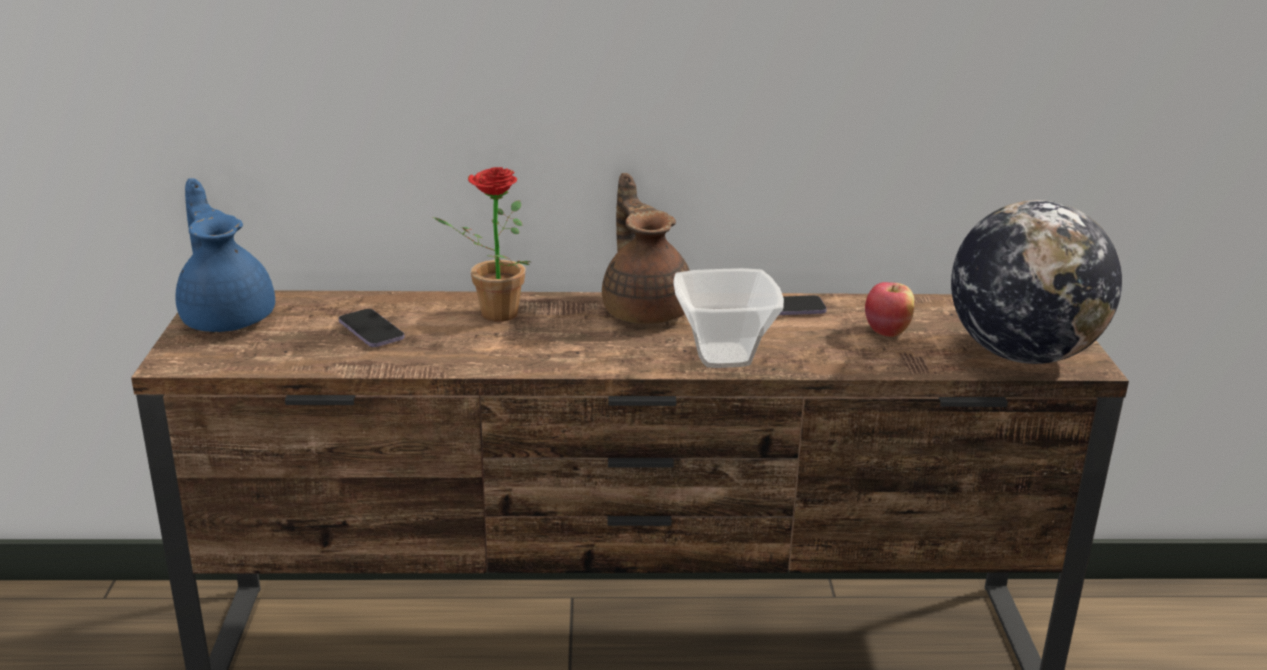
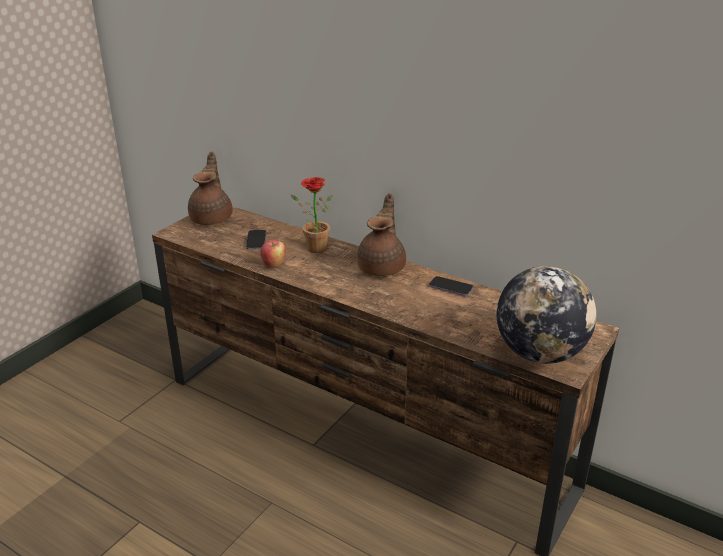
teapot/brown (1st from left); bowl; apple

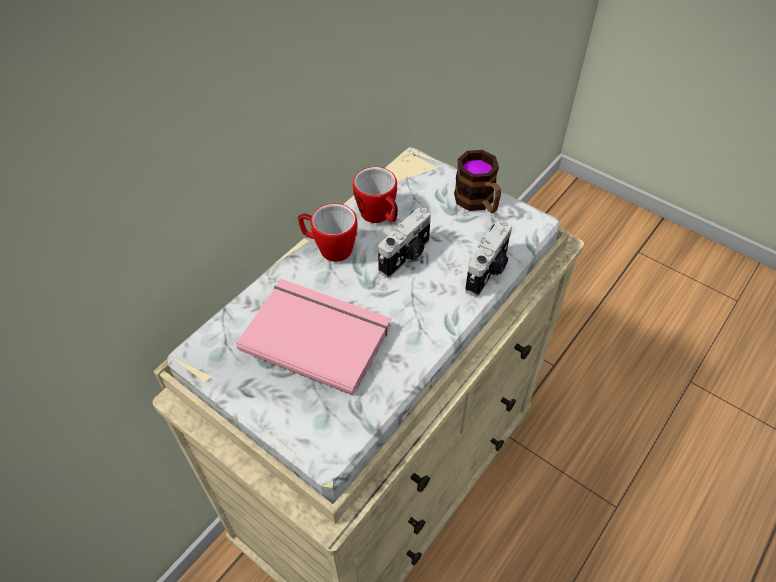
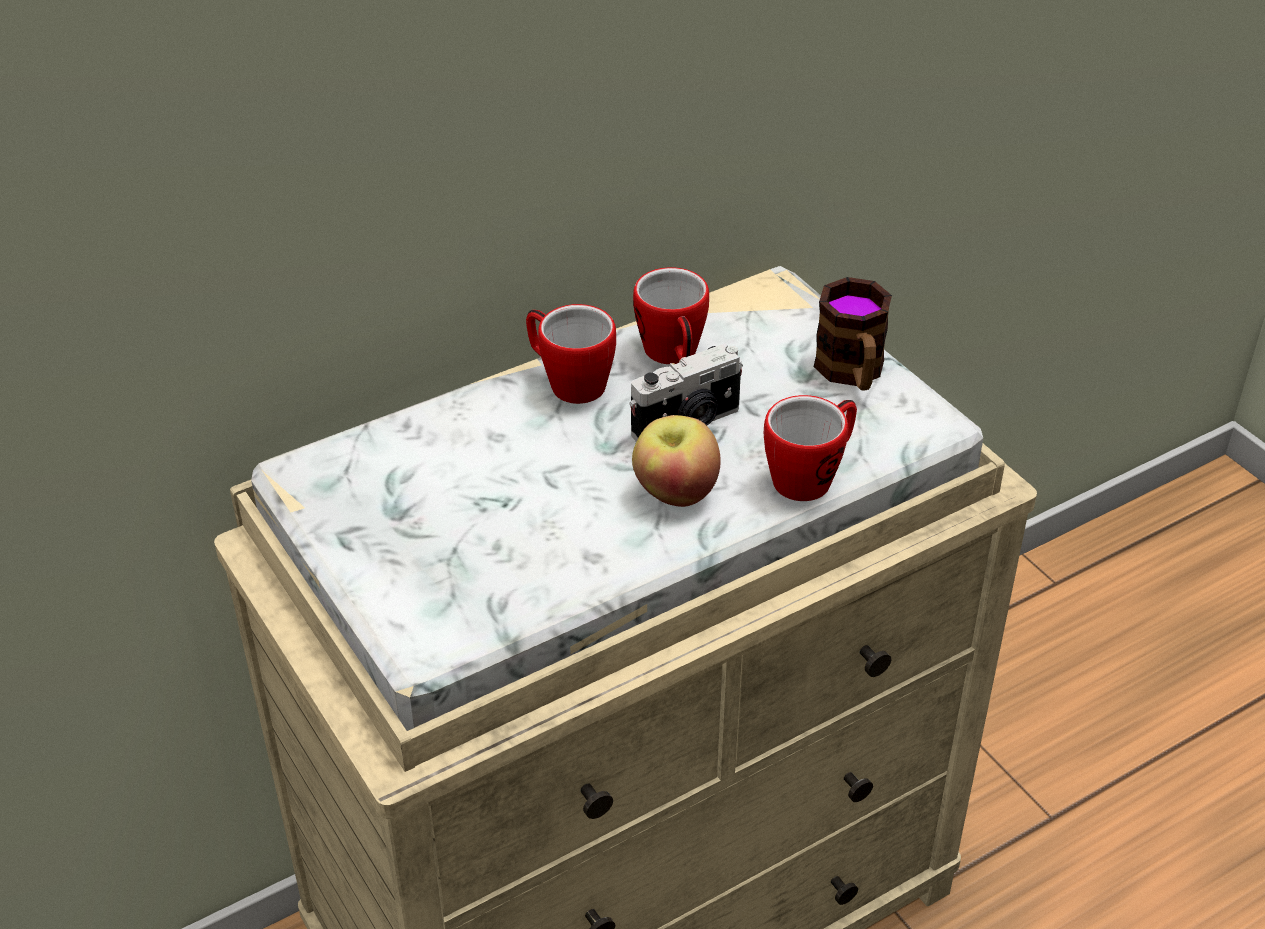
book/pink; mug (3rd from left); apple

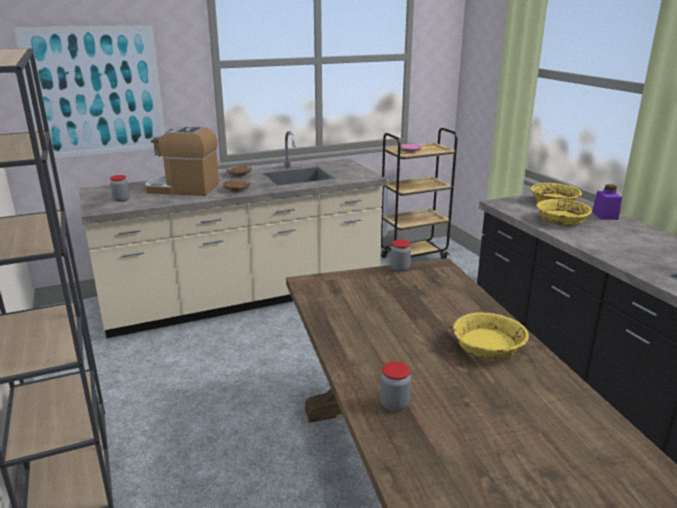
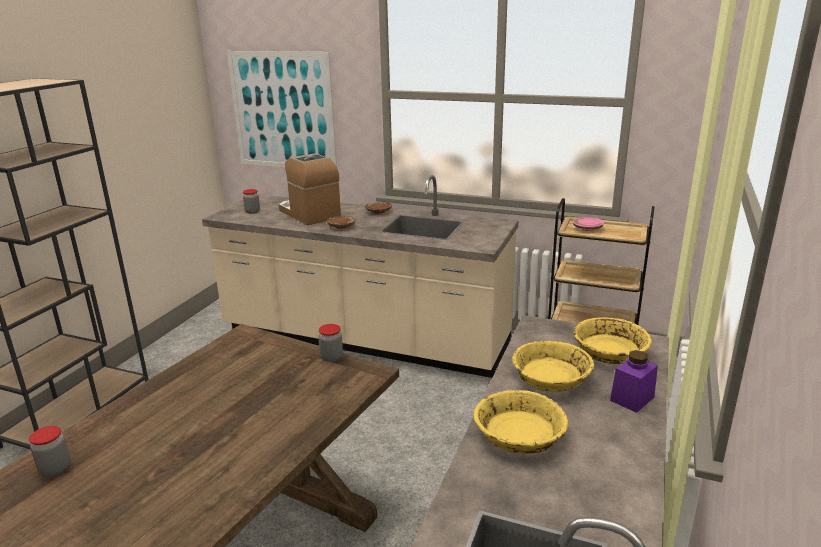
bowl/yellow (1st from left)

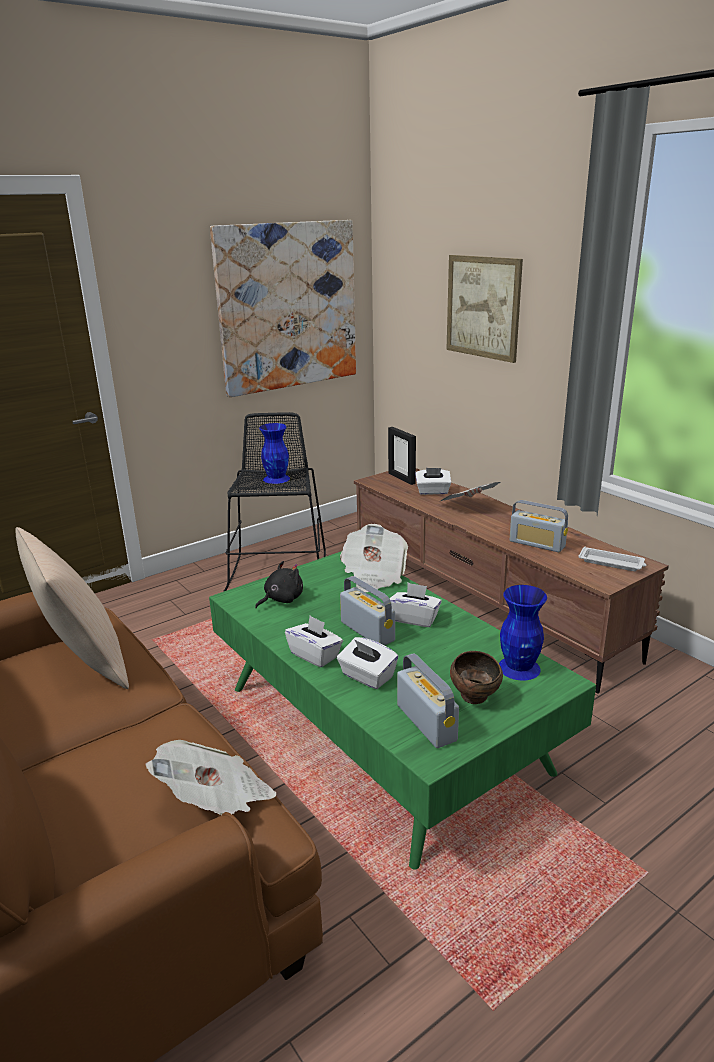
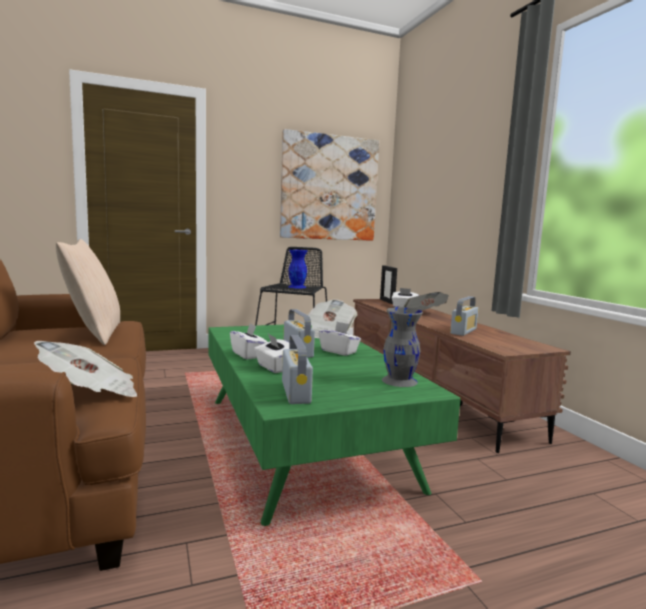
plush toy/black; picture (2nd from left in the first image); bowl/brown; vase/grey; radio (3rd from left); tray/white

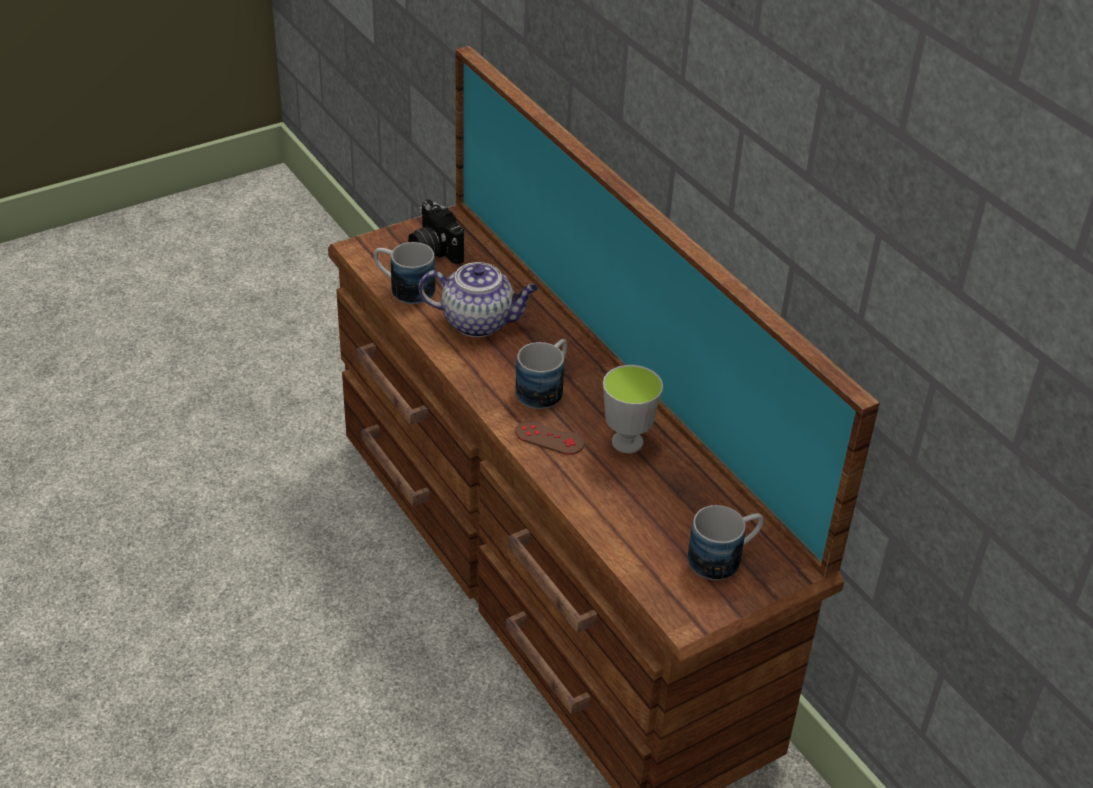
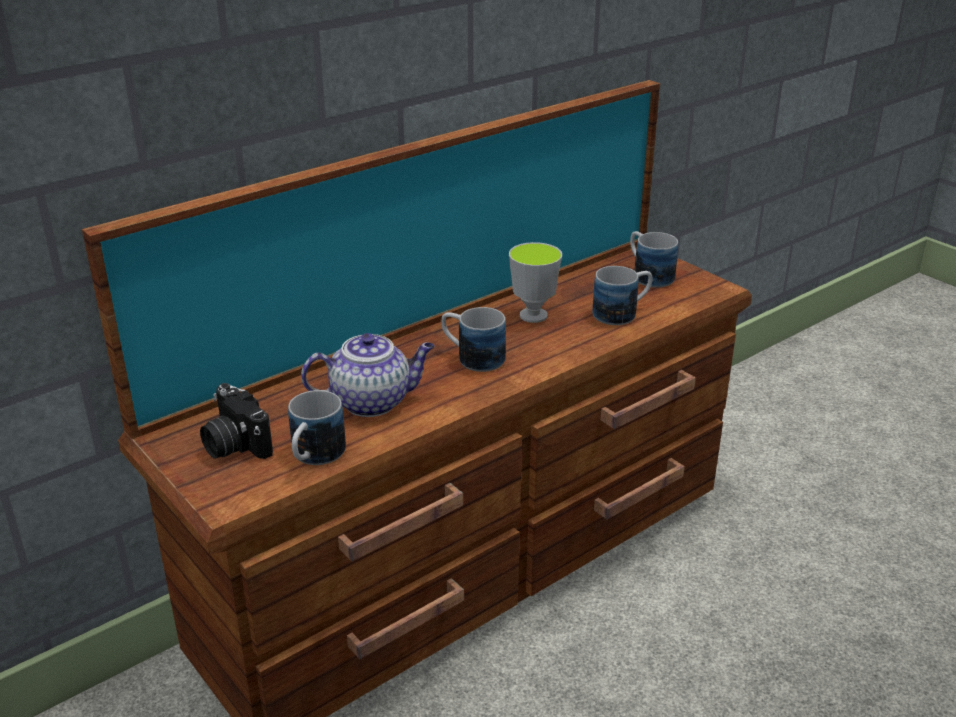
photo camera; teapot; game controller/brown; mug (3rd from left)

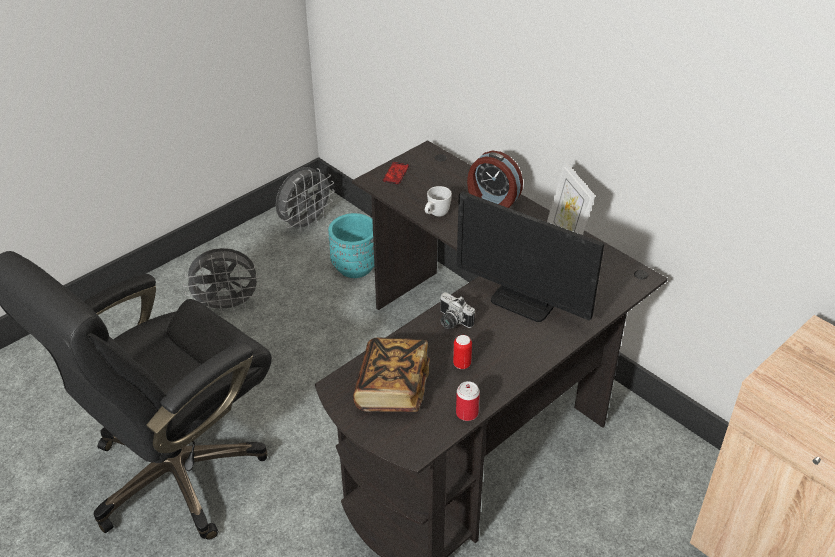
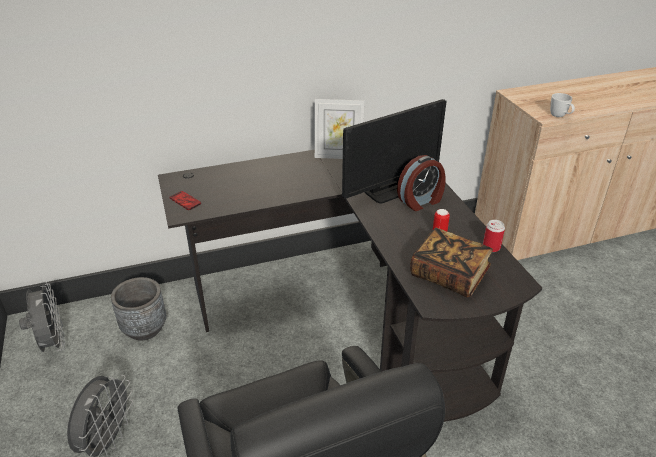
planter/grey; mug/white; photo camera; alarm clock

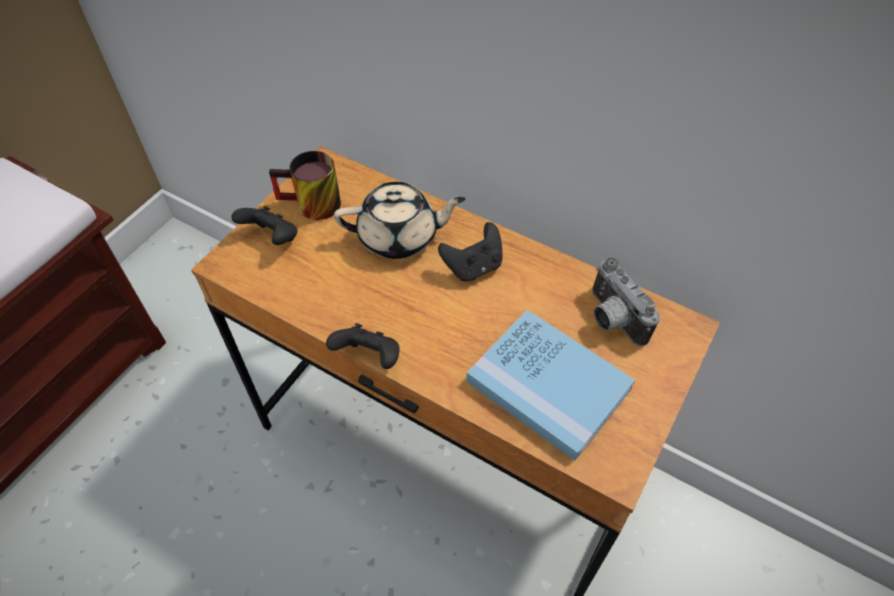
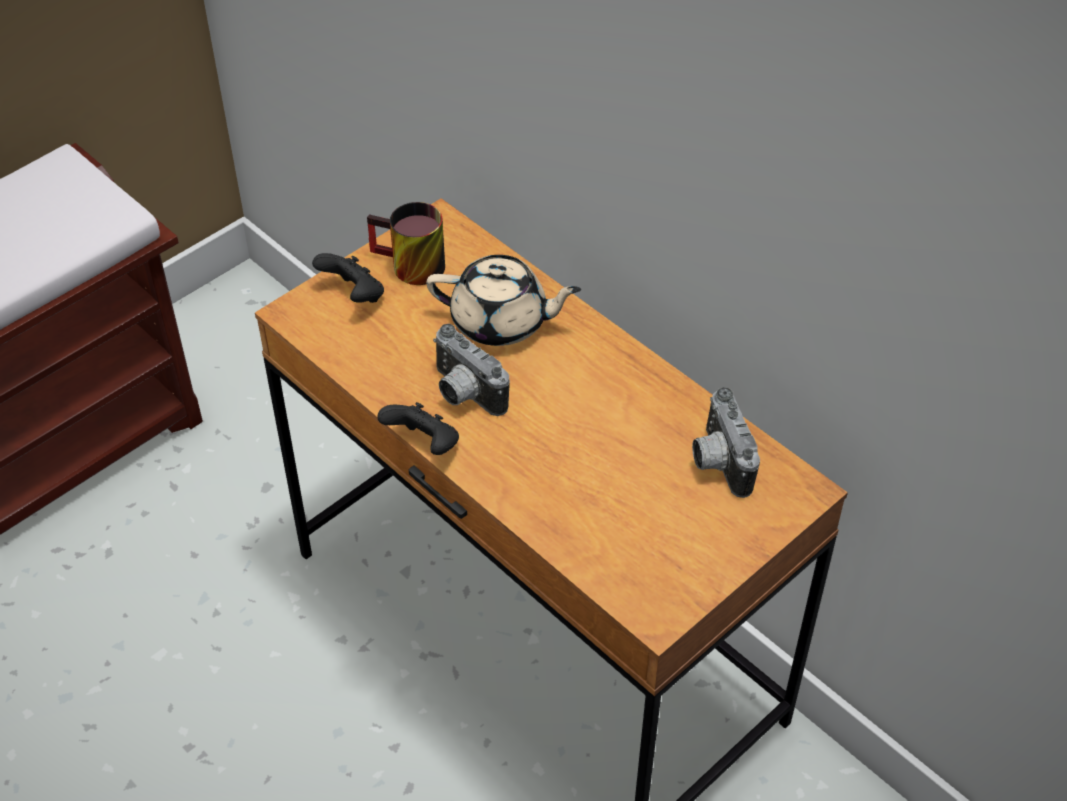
game controller/black (3rd from left in the first image); book/blue; photo camera (1st from left)

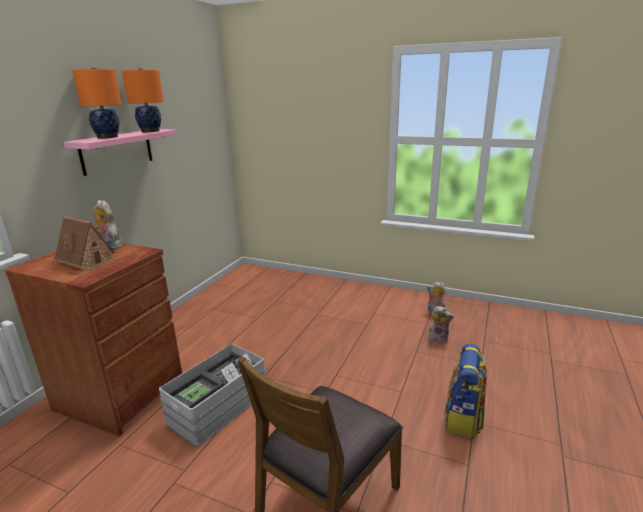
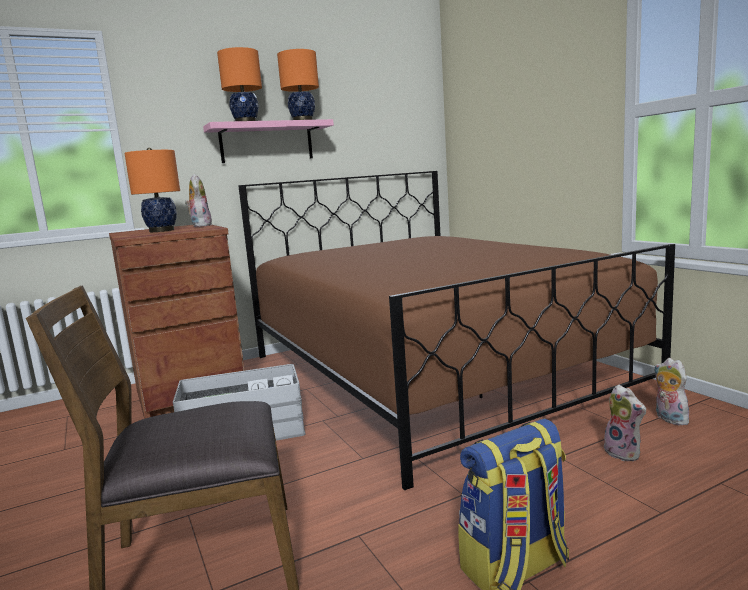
table lamp/orange (1st from left); bed/brown

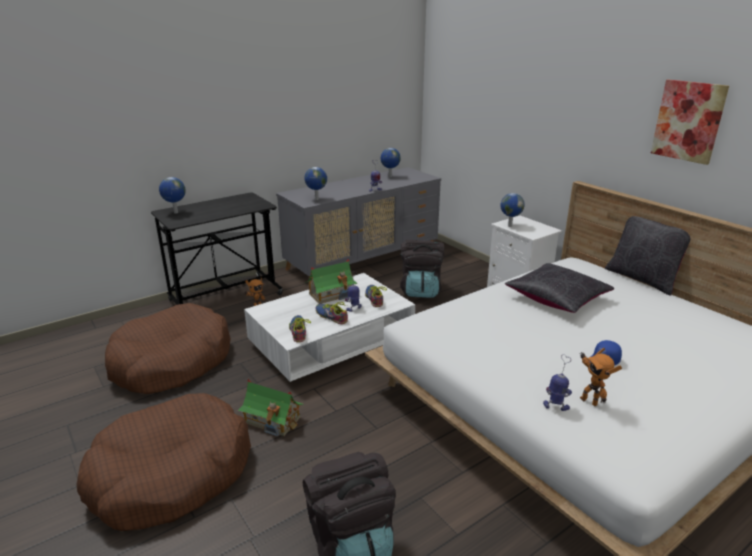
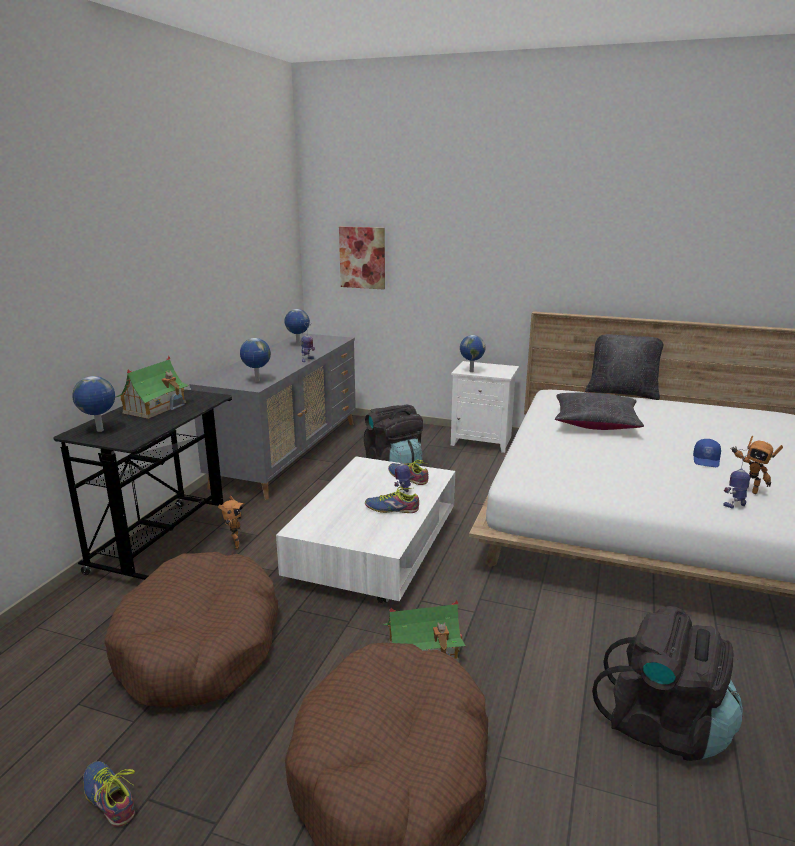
shoe (1st from left); toy house (1st from left); picture

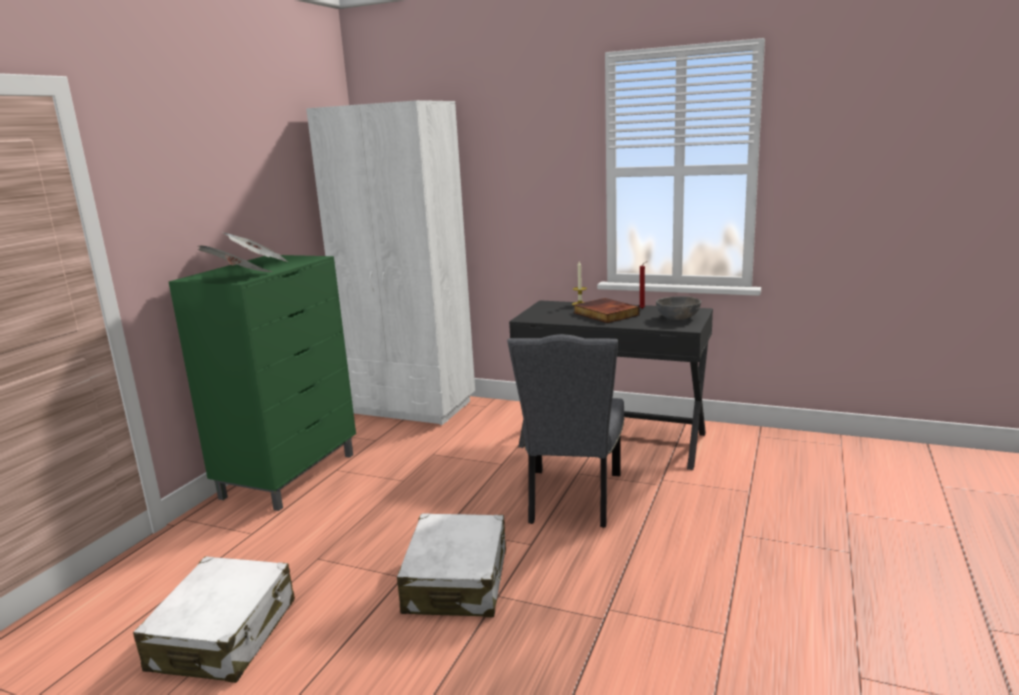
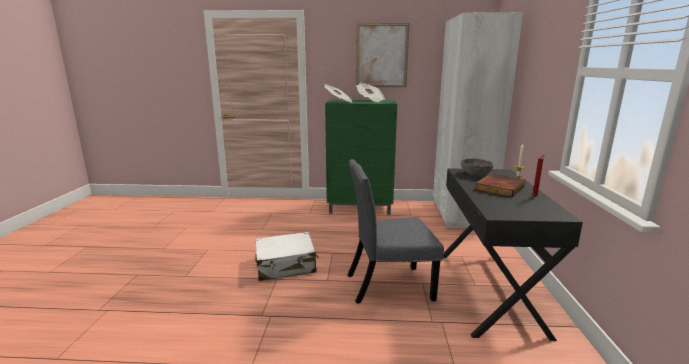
suitcase/white (1st from left in the first image); bowl/grey; picture

